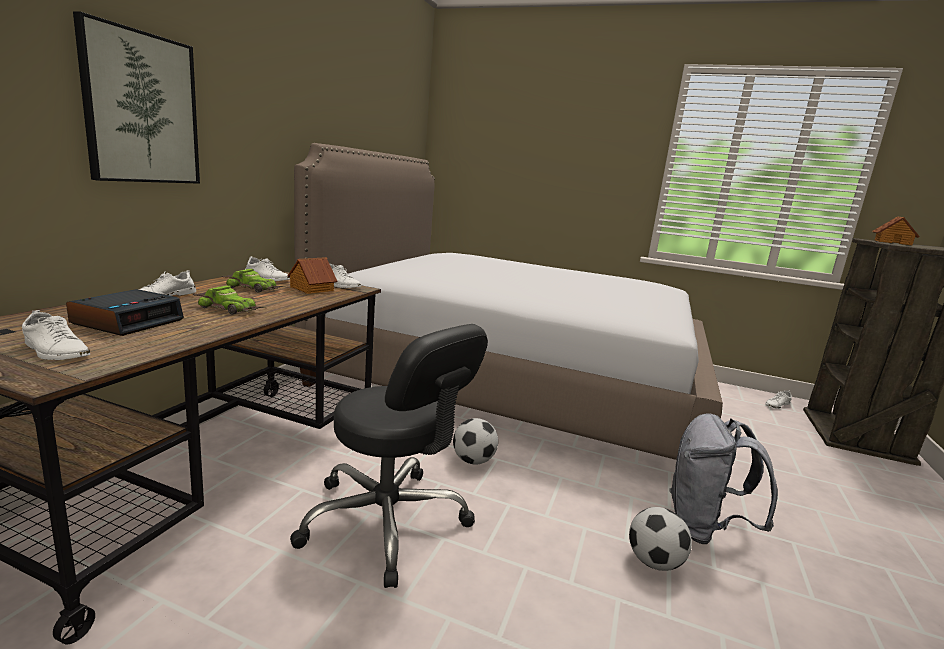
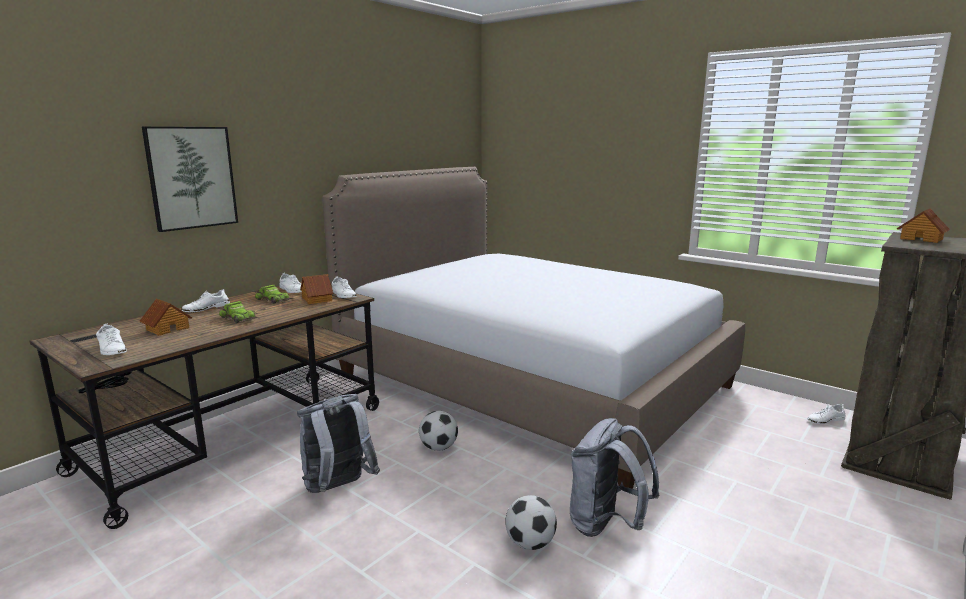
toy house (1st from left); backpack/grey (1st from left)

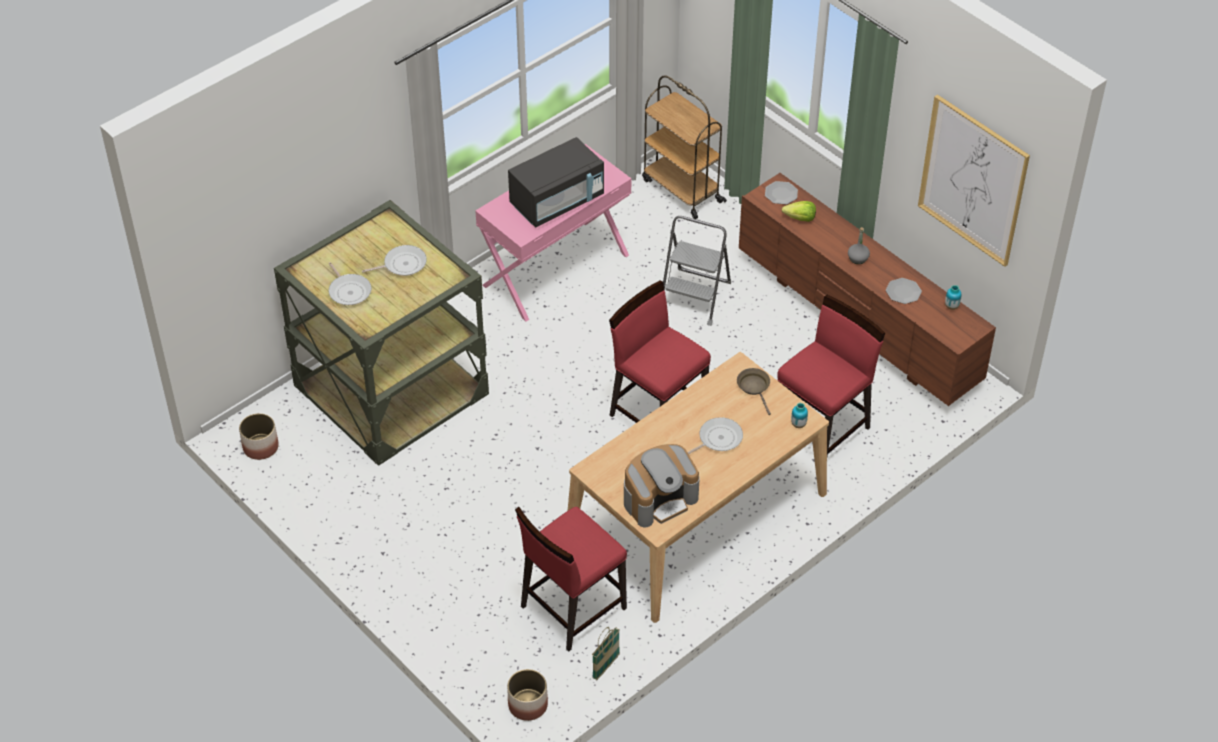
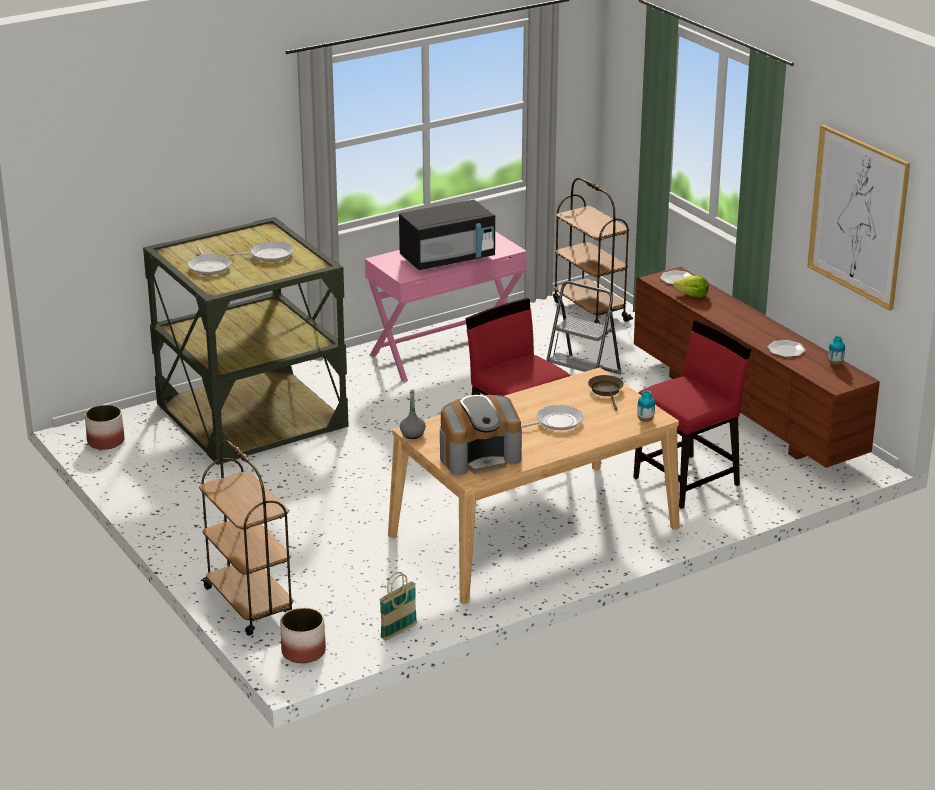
chair/red (1st from left in the first image); bottle/grey; cart/brown (1st from left)

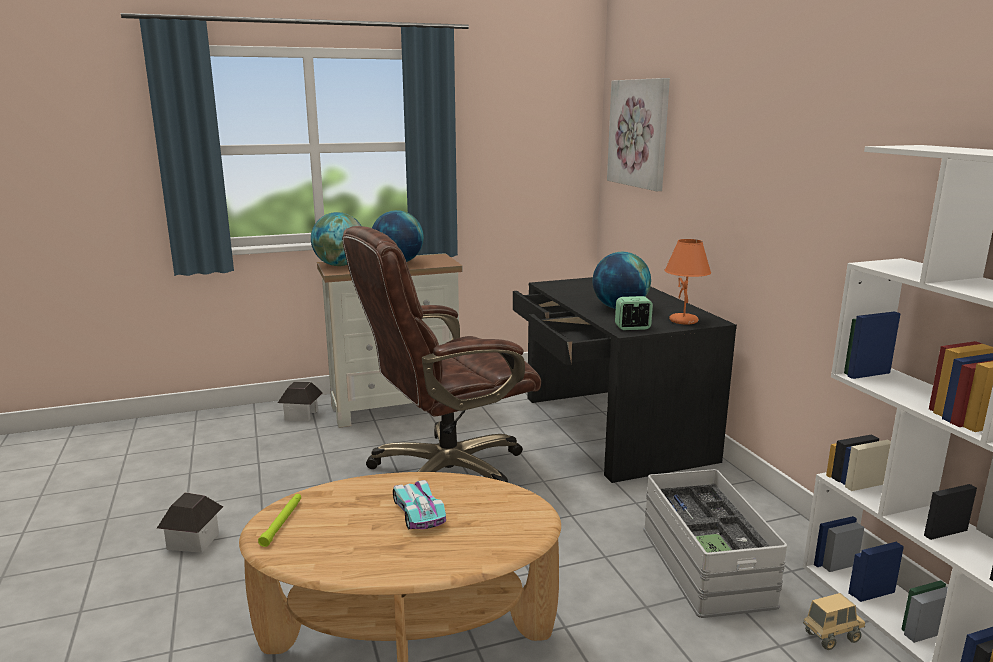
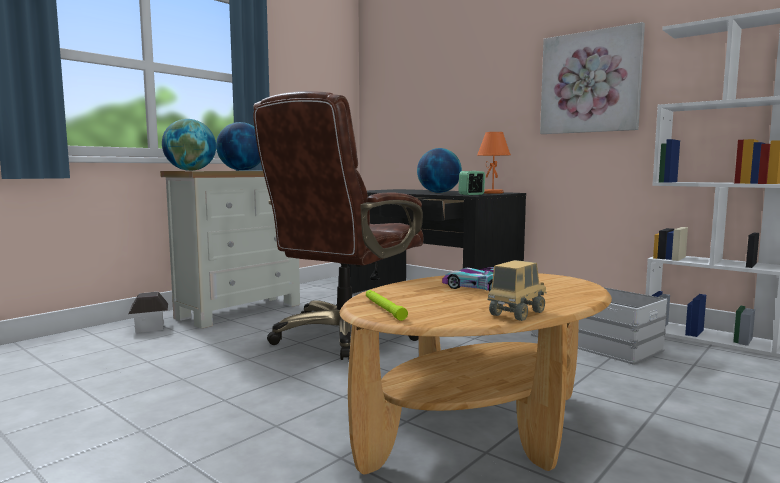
toy house (1st from left in the first image); picture; toy truck

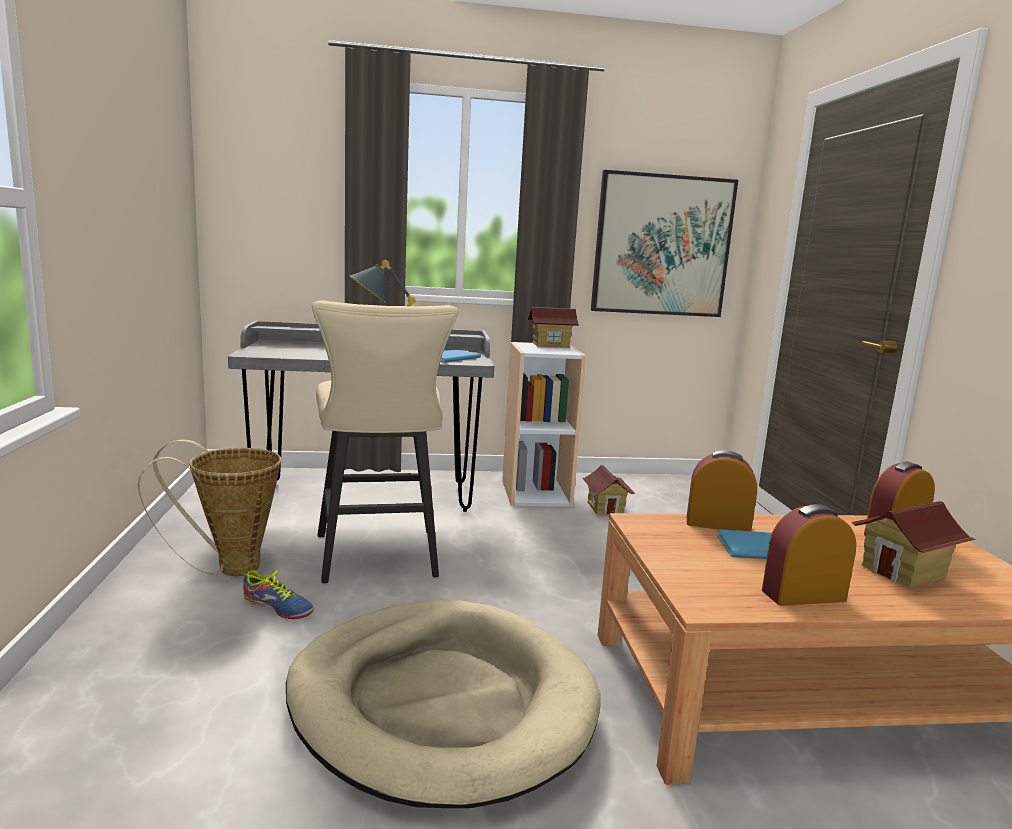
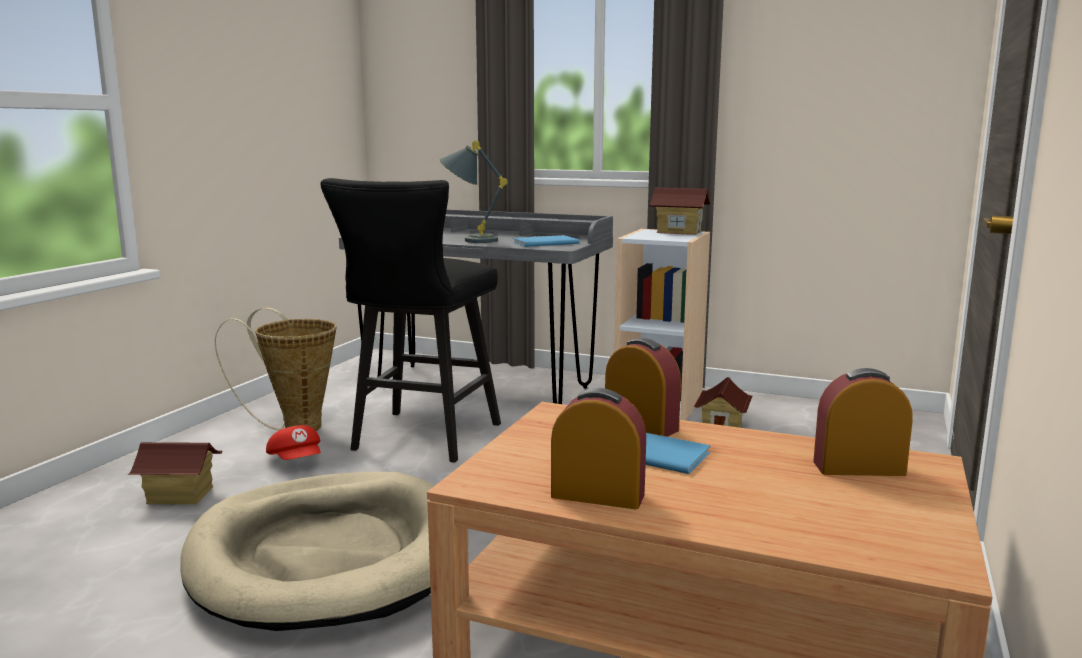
cap/red; stool/black; picture; toy house (1st from left)

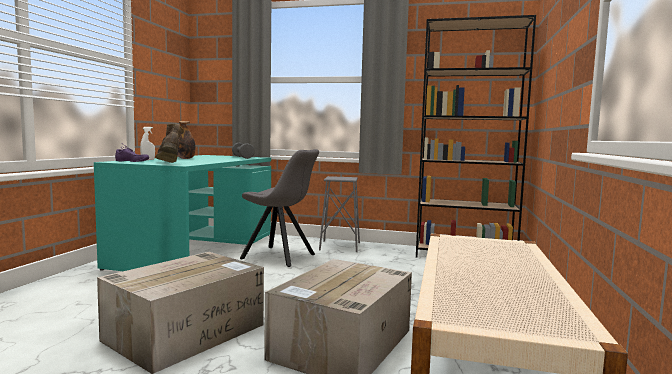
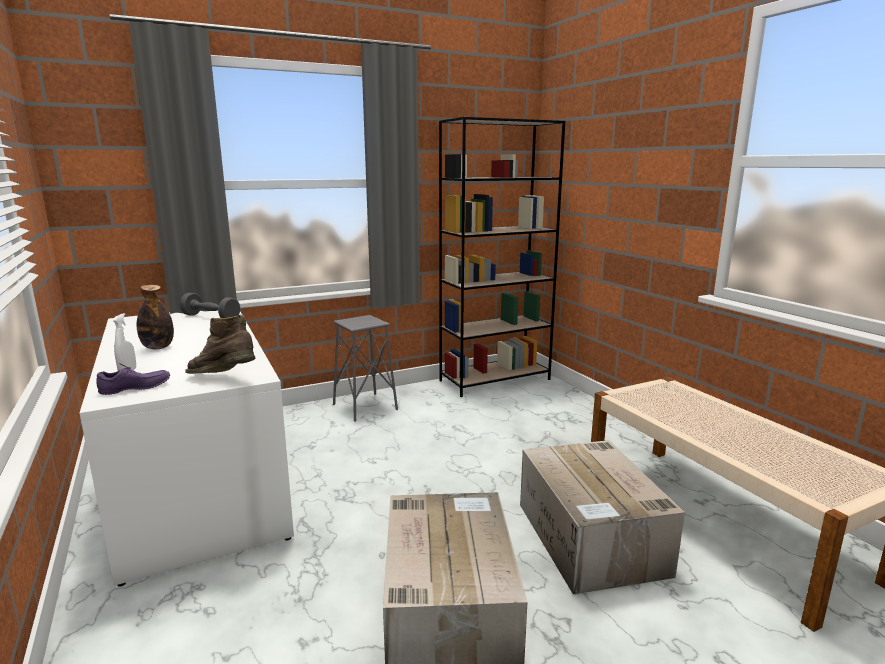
desk/white; chair/grey

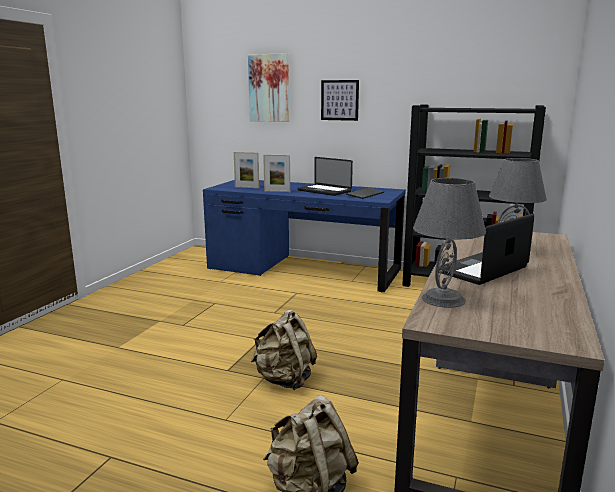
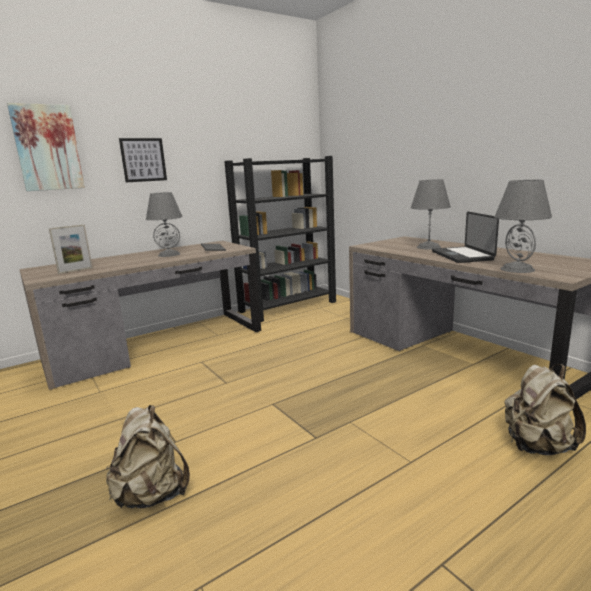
desk/brown (1st from left); backpack/beige (1st from left); picture frame (2nd from left in the first image); table lamp/grey (1st from left)

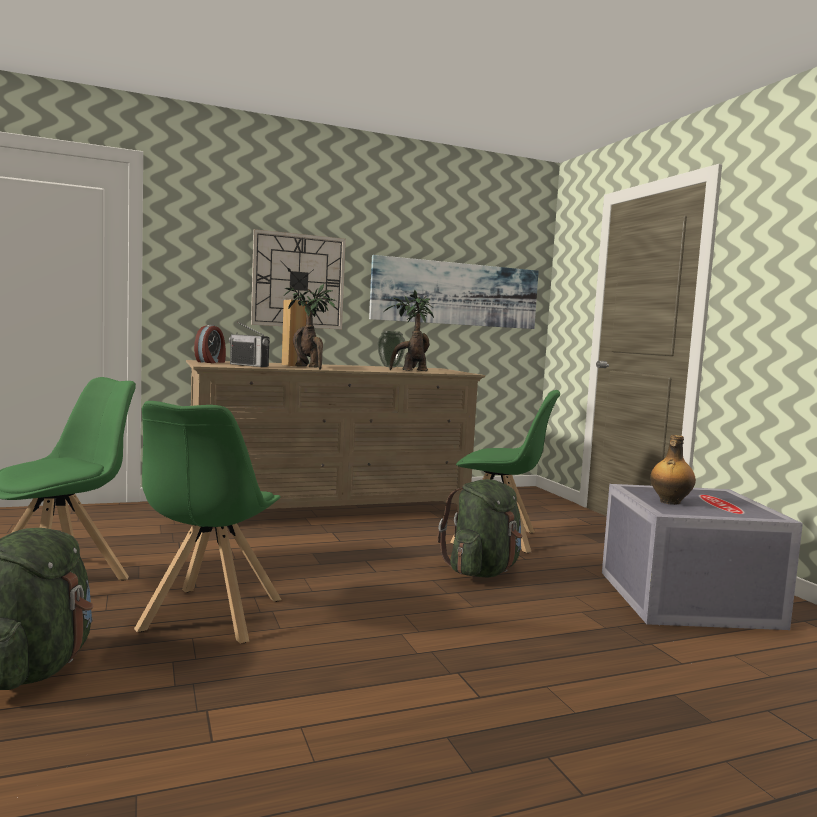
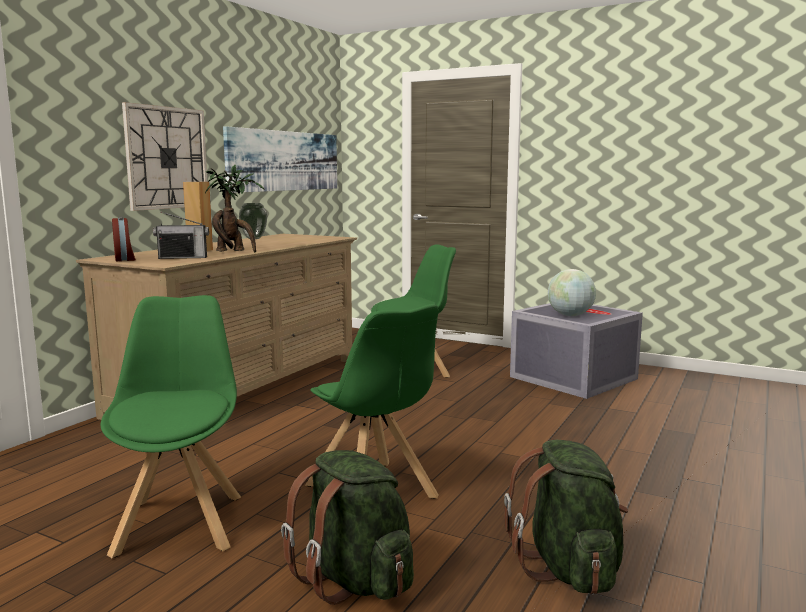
potted plant (2nd from left in the first image); backpack/green (2nd from left); globe

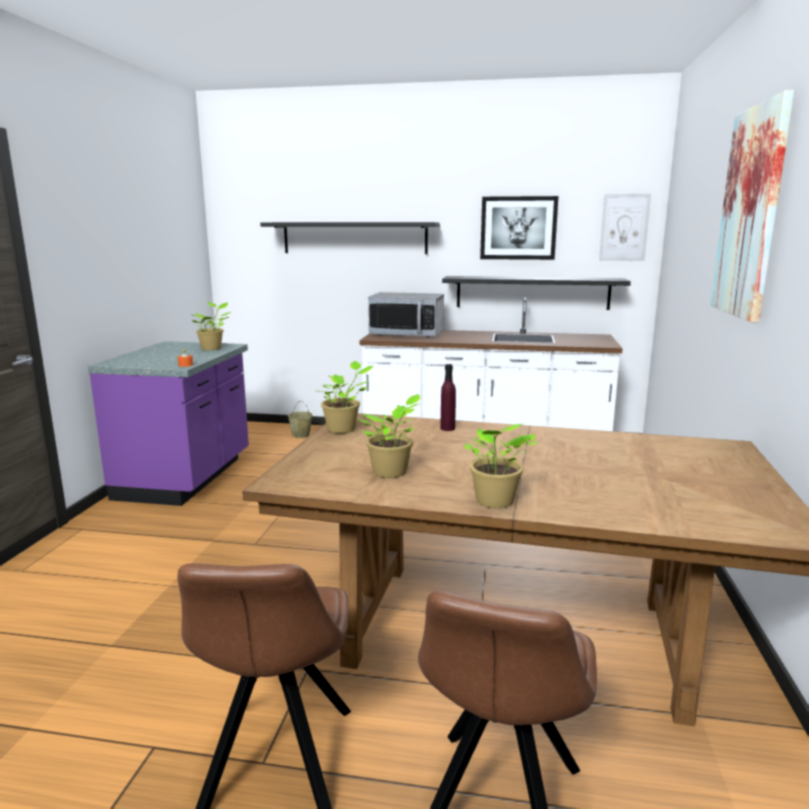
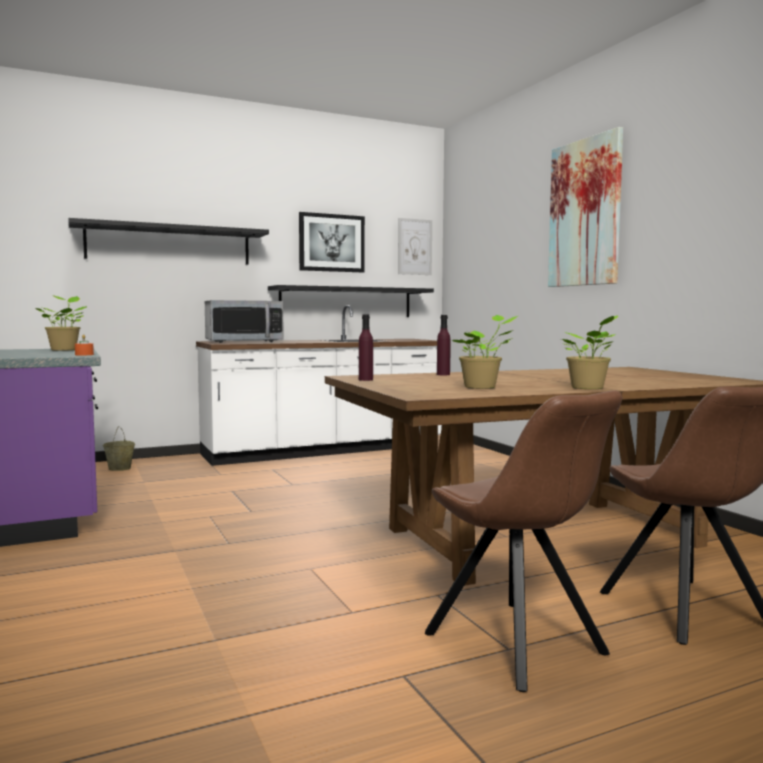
bottle/purple (1st from left)

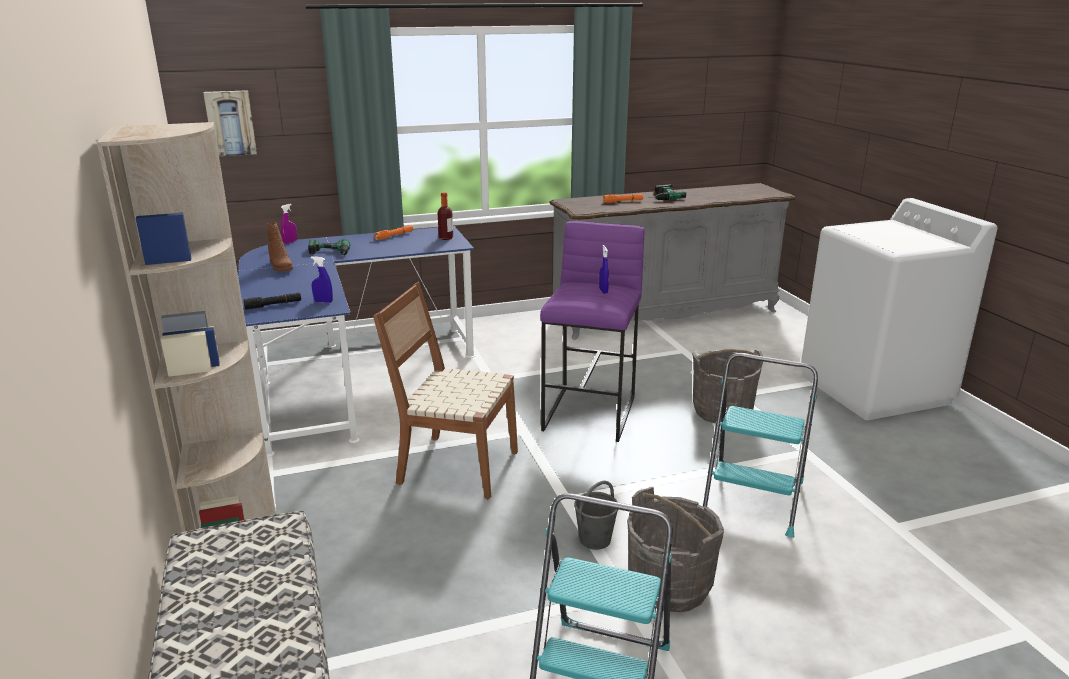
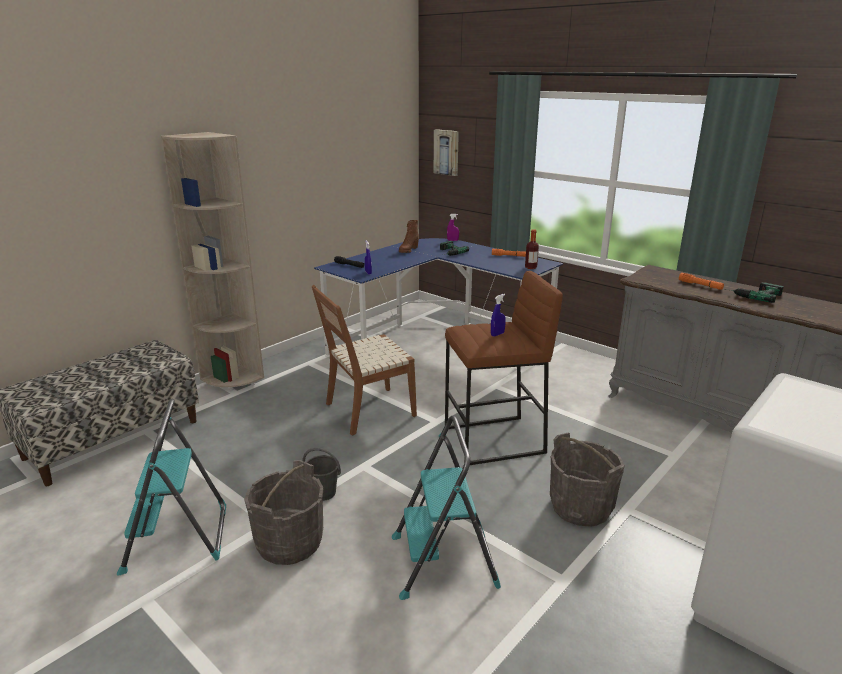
chair; stool/brown

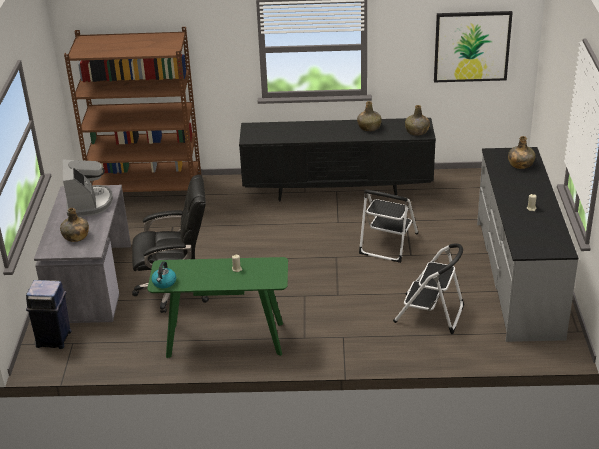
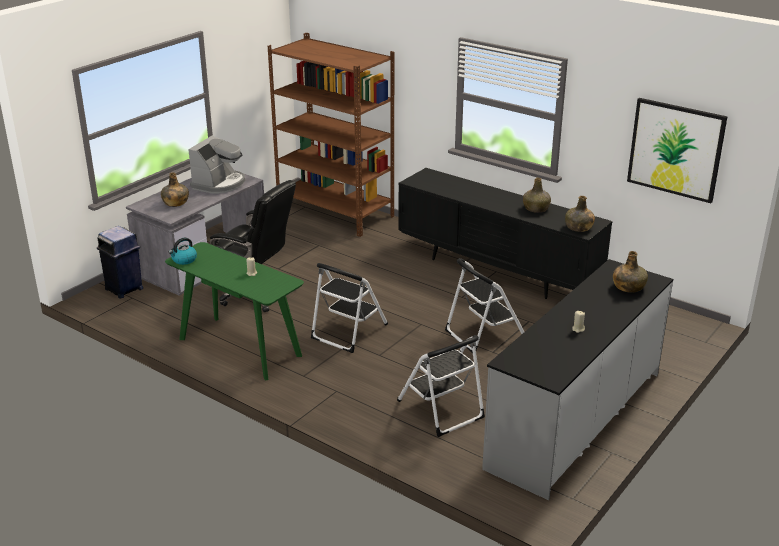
step ladder (1st from left)

